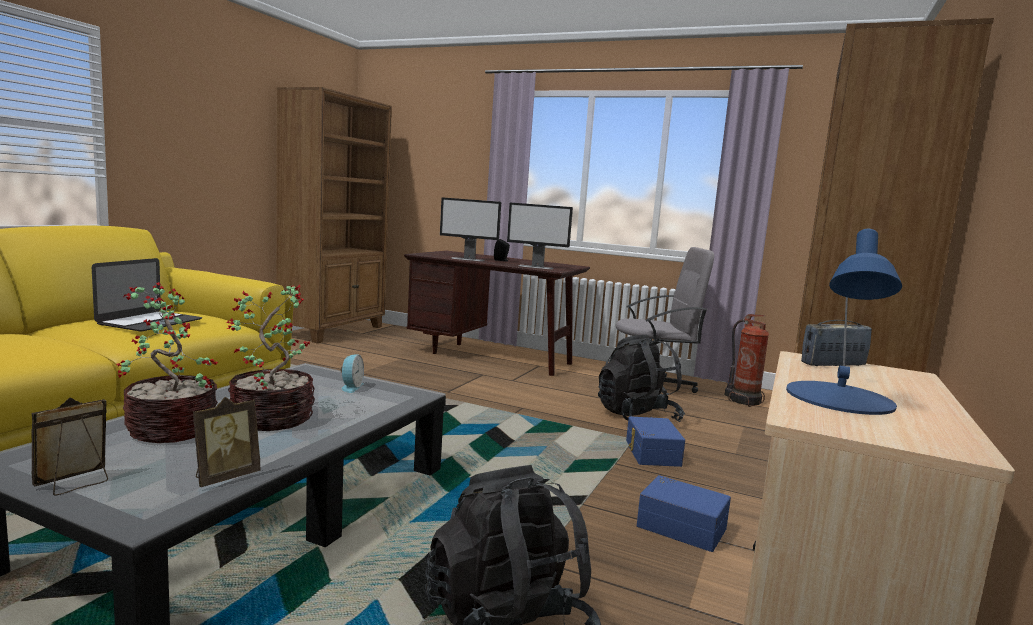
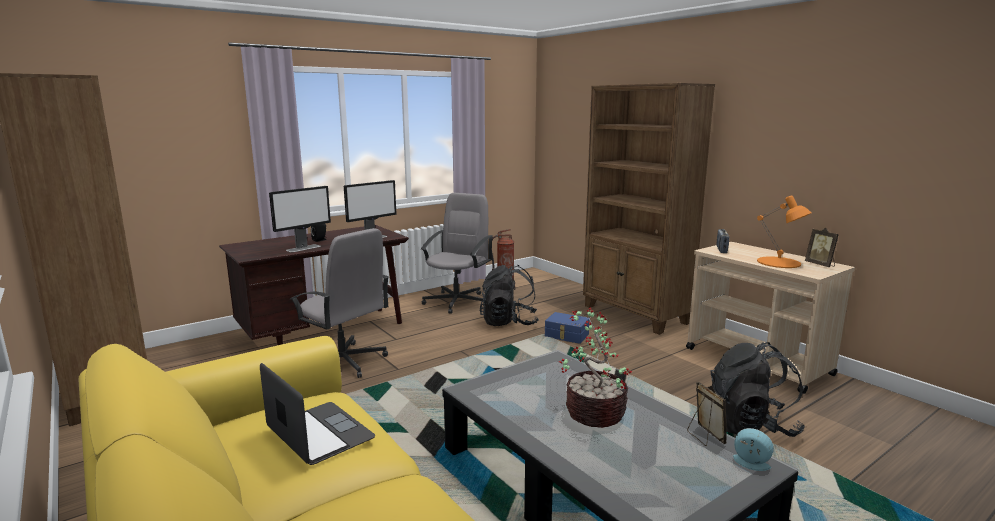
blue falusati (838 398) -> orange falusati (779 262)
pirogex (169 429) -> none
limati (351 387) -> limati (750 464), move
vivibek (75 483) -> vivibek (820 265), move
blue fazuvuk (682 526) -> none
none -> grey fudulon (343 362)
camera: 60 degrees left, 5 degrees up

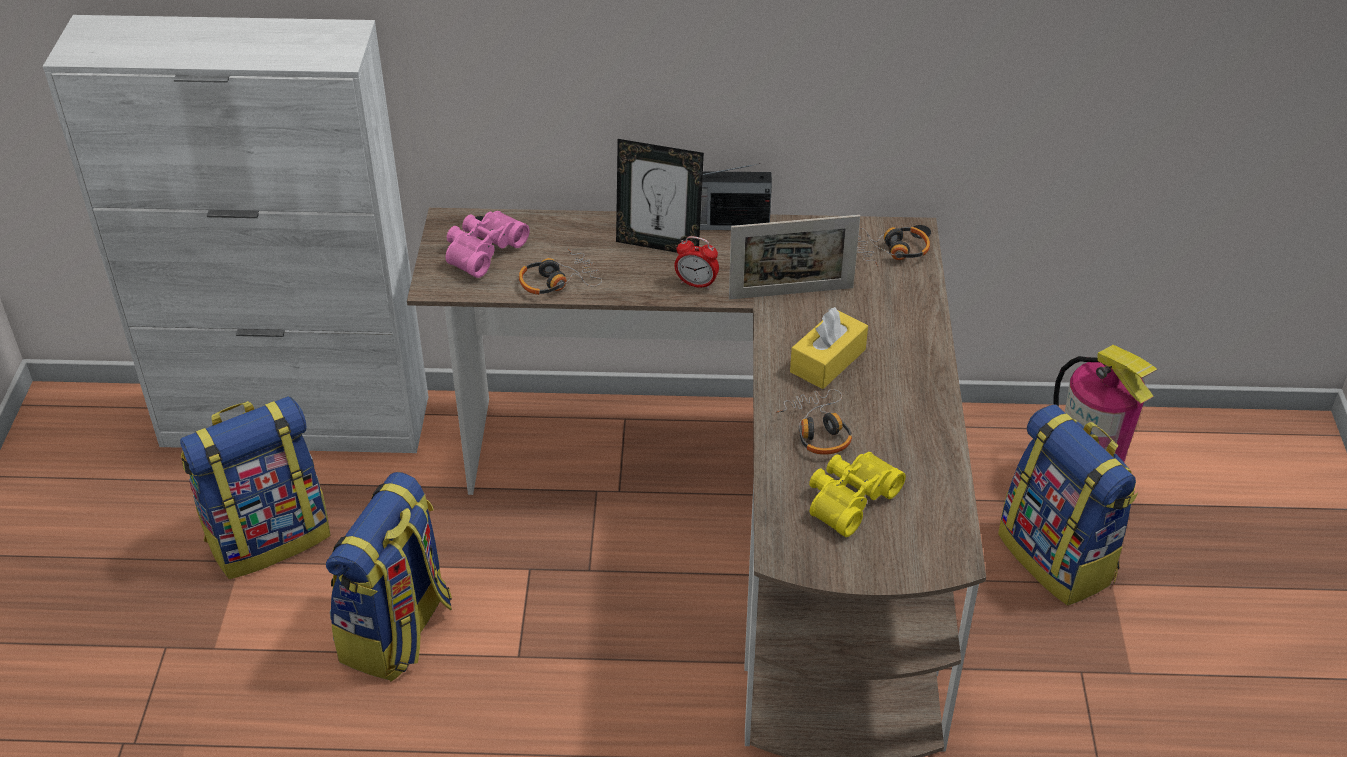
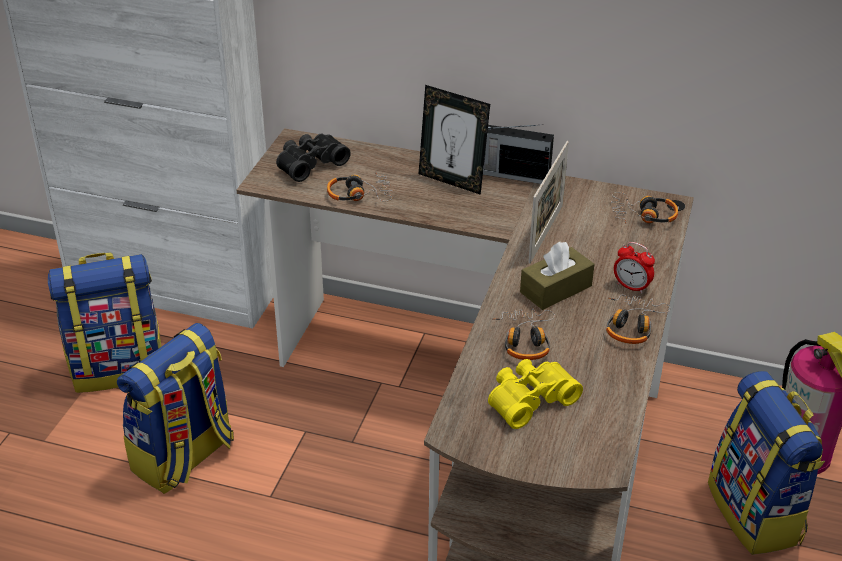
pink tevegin (482 250) -> black tevegin (310 163)
vivibek (791 293) -> vivibek (546 233), 75 degrees counterclockwise
limati (696 284) -> limati (631 287), move
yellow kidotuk (828 361) -> brown kidotuk (556 289)
none -> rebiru (632 325)
camera: 15 degrees right, 5 degrees down

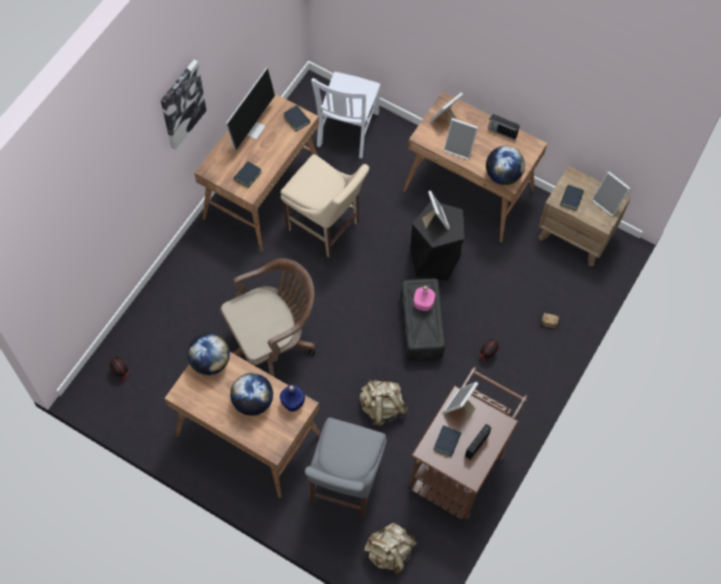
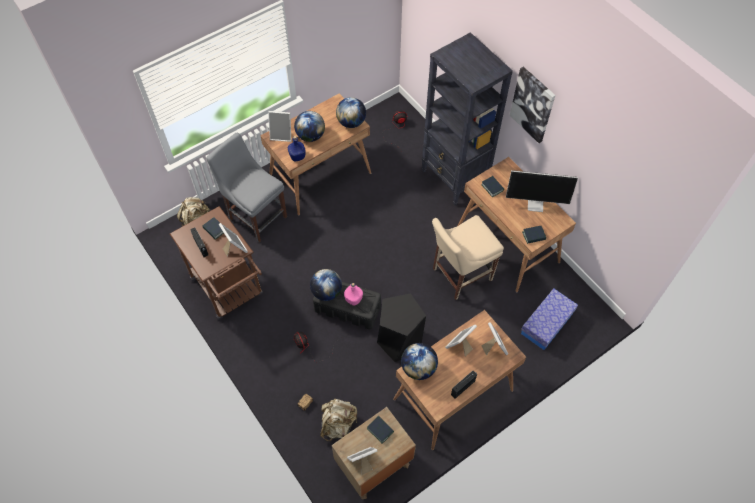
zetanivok (252 128) -> zetanivok (536 204), 45 degrees counterclockwise
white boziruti (347 131) -> fazuvuk (546 323)
vivibek (435 220) -> vivibek (282 135), move
brown fudulon (271 342) -> none
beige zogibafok (382 407) -> beige zogibafok (338 424), move
none -> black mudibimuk (454 178)
none -> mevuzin (327 292)
camera: 115 degrees right, 5 degrees down

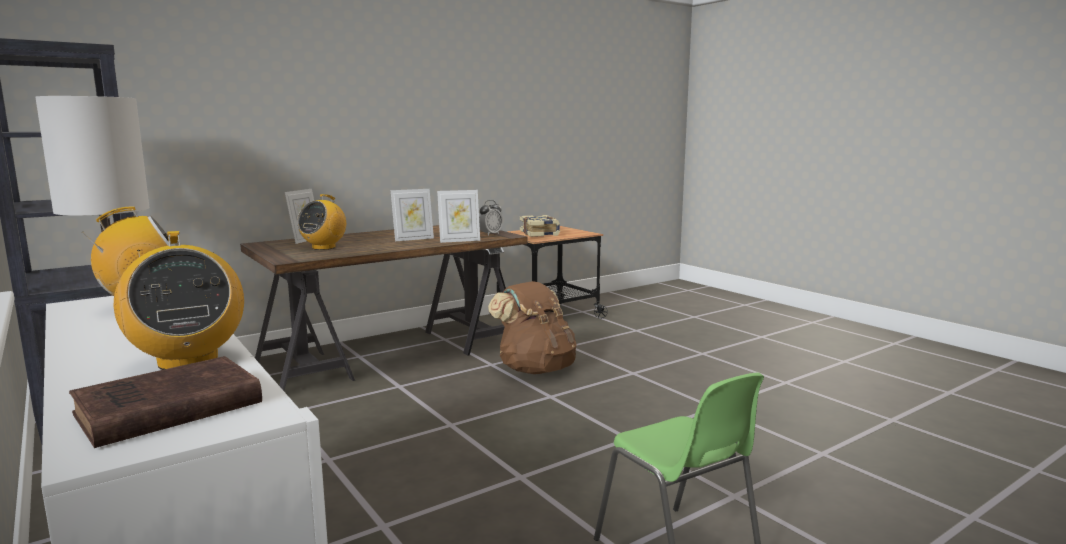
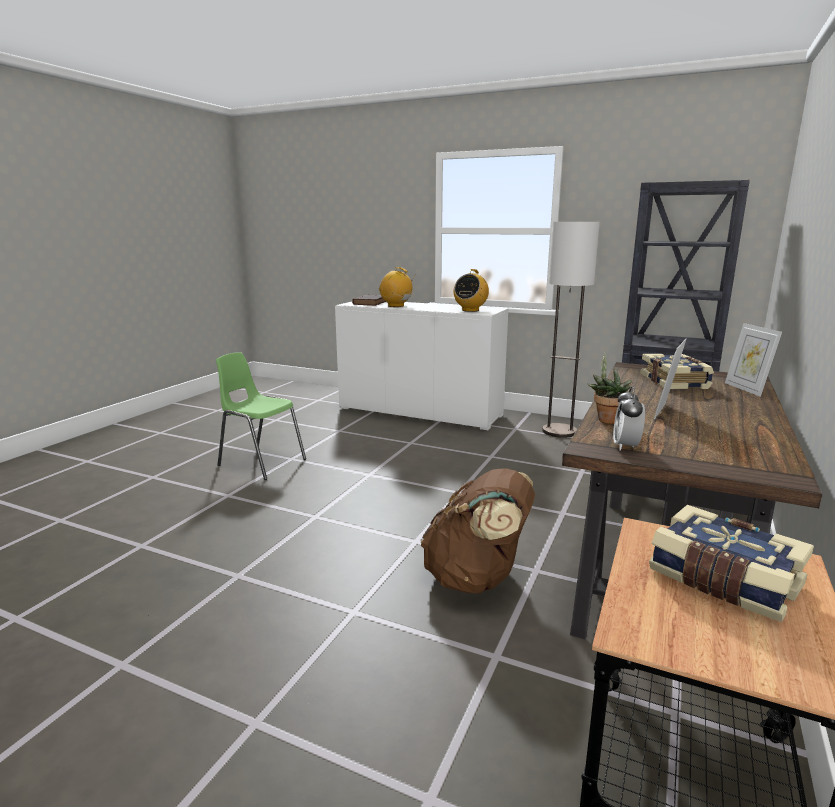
vivibek (459 241) -> pirogex (606 419)
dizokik (324 247) -> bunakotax (675 382)
camera: 150 degrees right, 5 degrees up

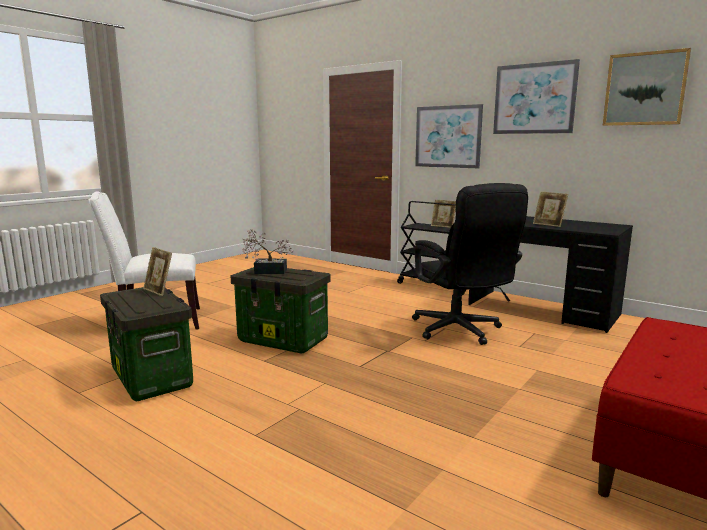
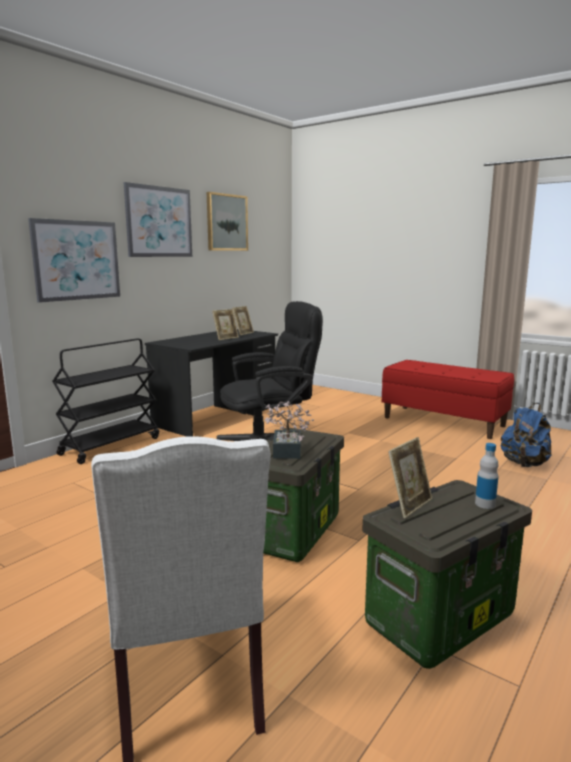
vivibek (443 226) -> vivibek (243 333), move
none -> blue zogibafok (524 464)
none -> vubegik (485 504)
camera: 90 degrees left, 0 degrees up

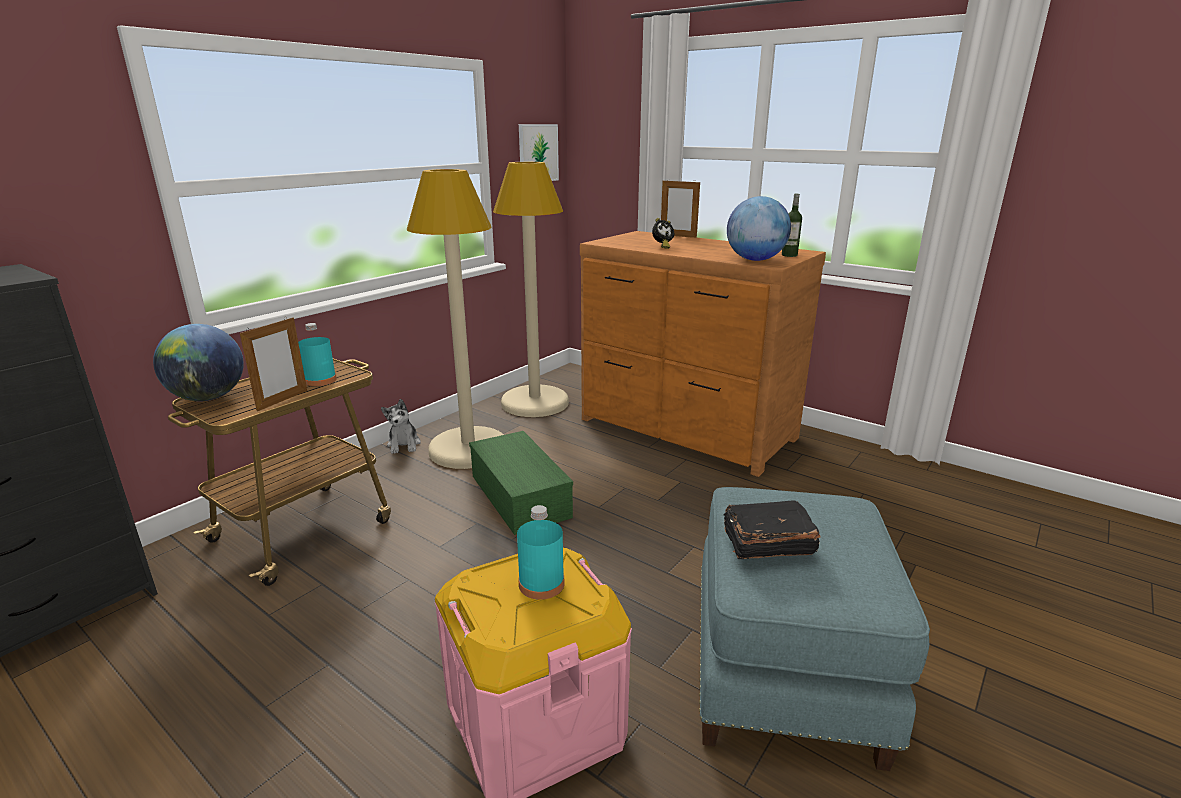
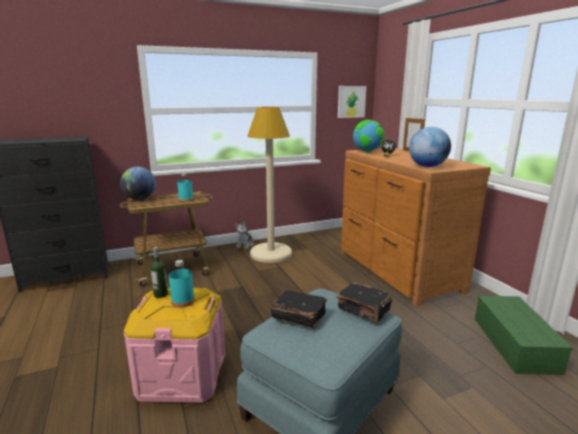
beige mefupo (535 403) -> none
vubegik (789 255) -> vubegik (160 294), move
vivibek (282 400) -> none
green fazuvuk (522 496) -> green fazuvuk (516 345), move
none -> mevuzin (367 151)
none -> black bunakotax (364 310)
camera: 30 degrees right, 5 degrees down

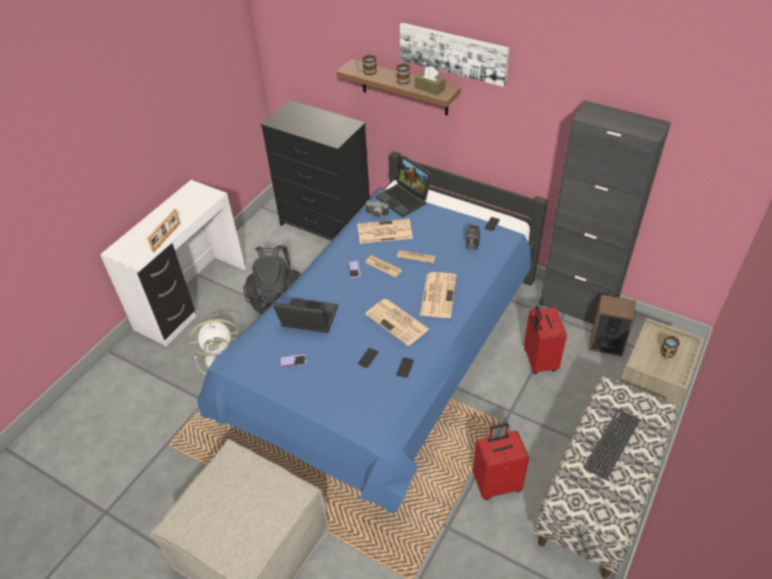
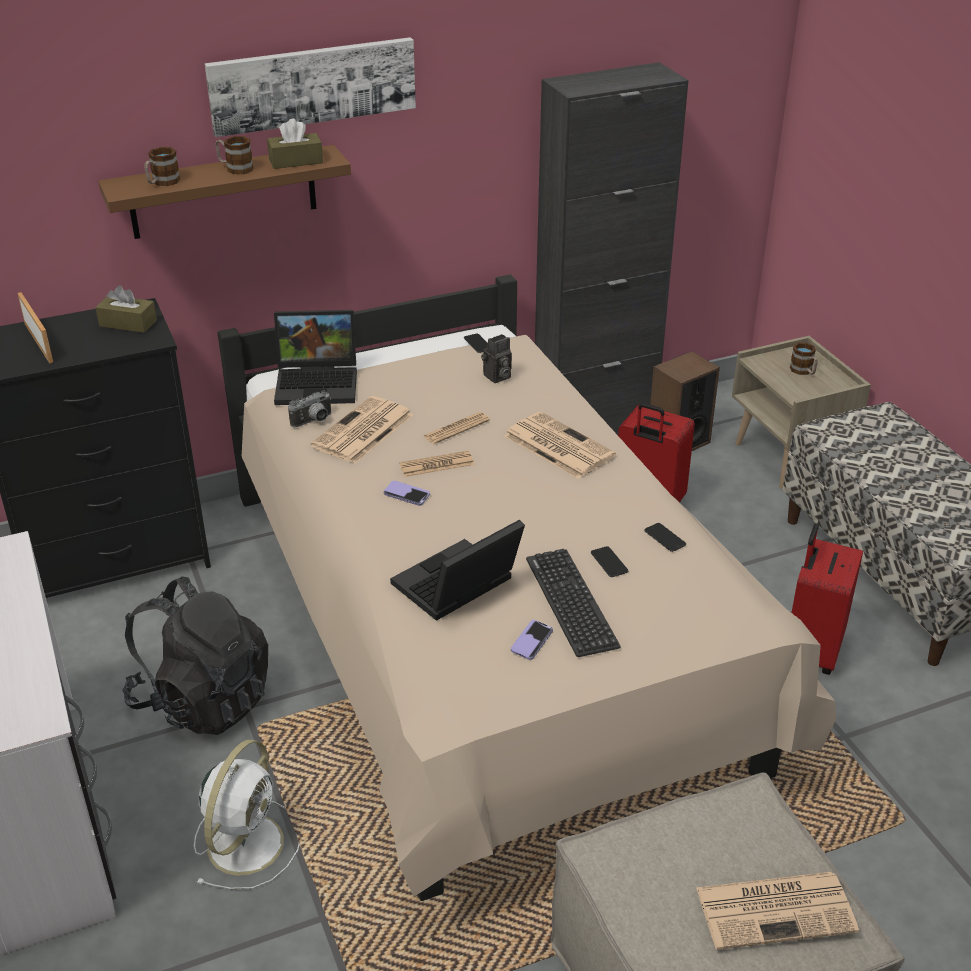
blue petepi (388 356) -> beige petepi (483 636)
vivibek (167 237) -> vivibek (40 342), move
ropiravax (398 322) -> ropiravax (777 909), move
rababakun (612 443) -> rababakun (571 602), move
none -> brown kidotuk (128 323)
camera: 55 degrees left, 10 degrees down

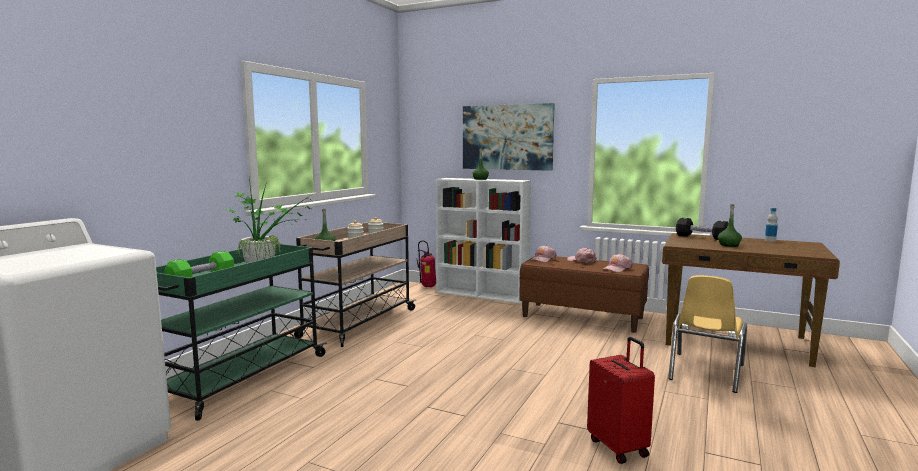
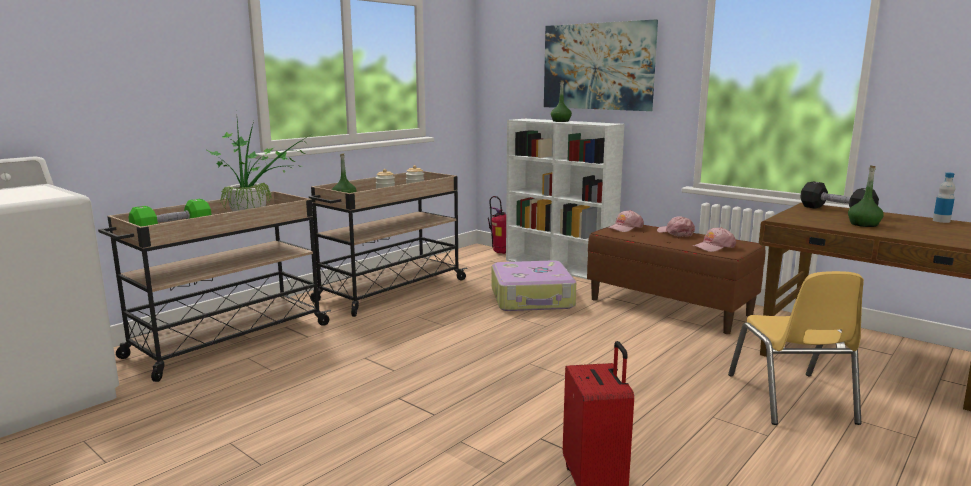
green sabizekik (241 378) -> beige sabizekik (227 341)
yellow boziruti (705 372) -> yellow boziruti (790 398), 45 degrees counterclockwise
none -> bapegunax (532 298)
camera: 15 degrees right, 5 degrees up

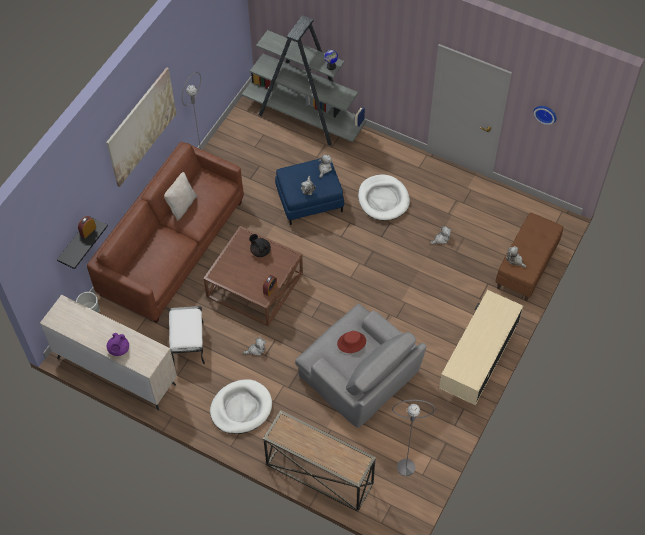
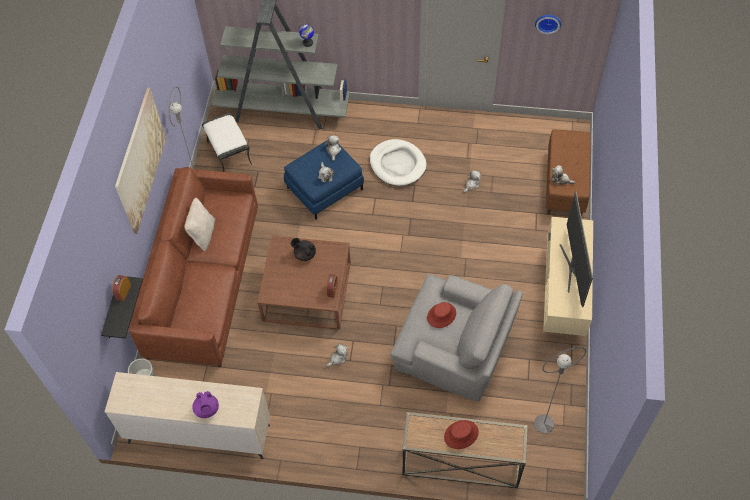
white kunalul (188 343) -> white kunalul (228 152), move
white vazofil (241 408) -> none
none -> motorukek (573 267)
none -> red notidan (461 435)
camera: 20 degrees left, 0 degrees up

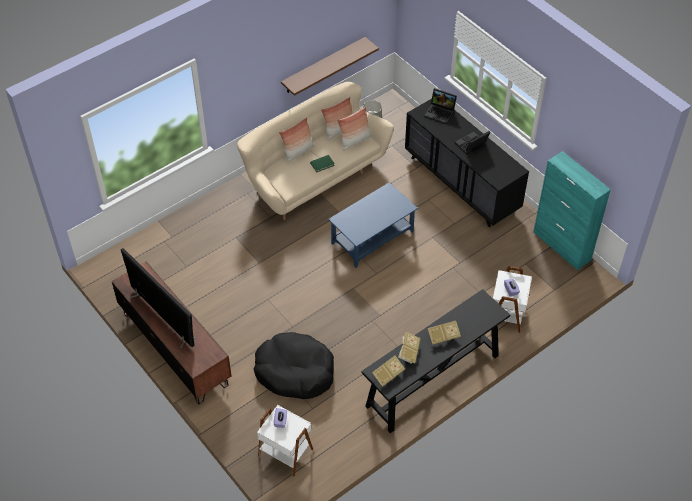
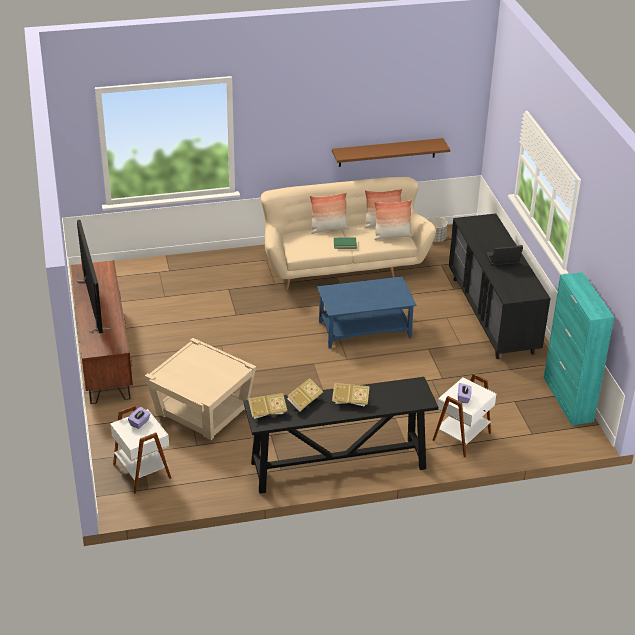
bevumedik (440 113) -> none
black vazofil (295 371) -> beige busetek (202 410)
camera: 25 degrees right, 15 degrees down

